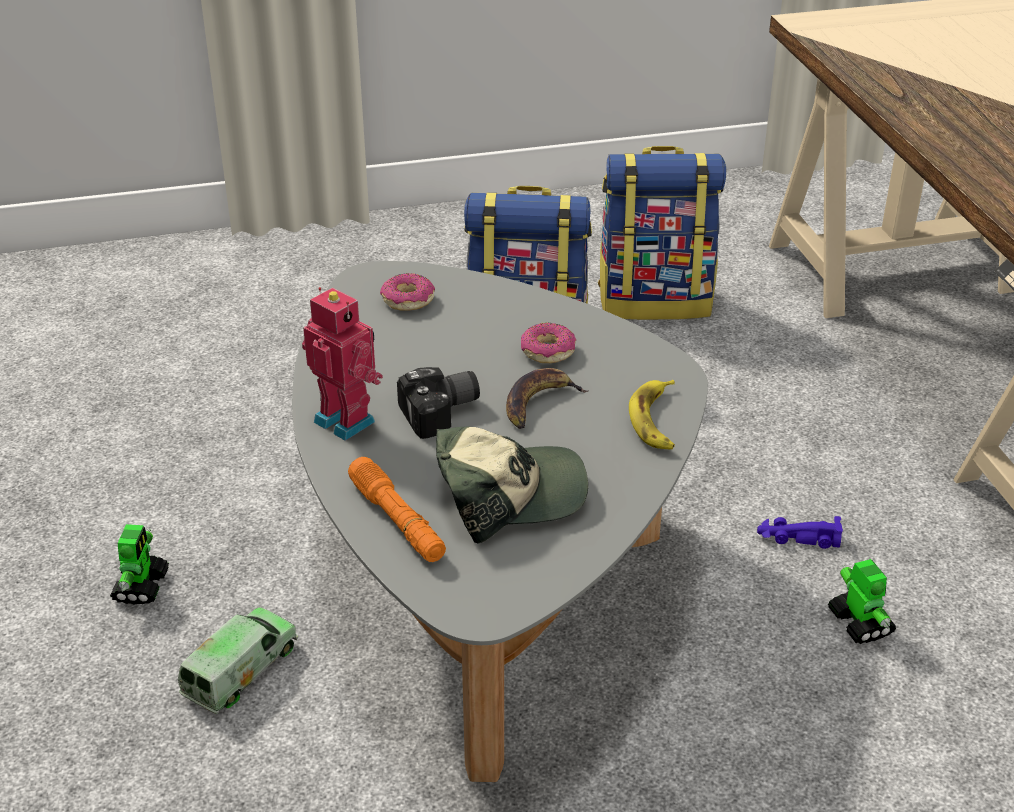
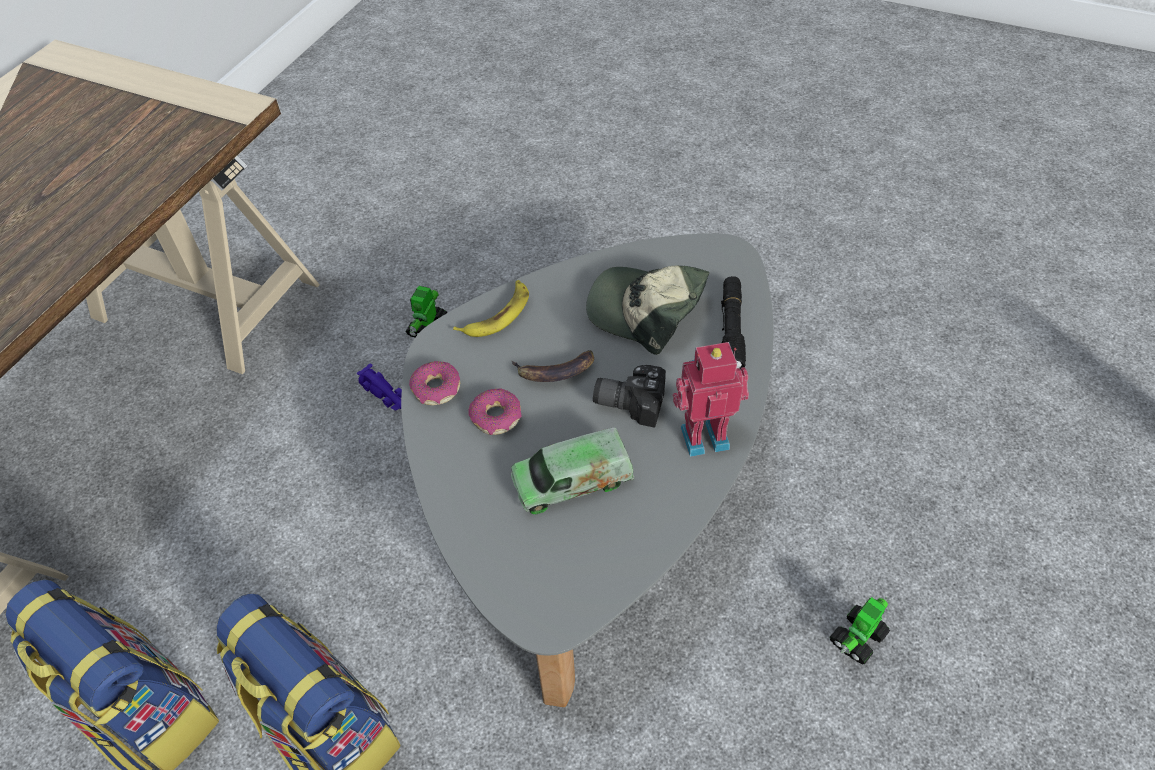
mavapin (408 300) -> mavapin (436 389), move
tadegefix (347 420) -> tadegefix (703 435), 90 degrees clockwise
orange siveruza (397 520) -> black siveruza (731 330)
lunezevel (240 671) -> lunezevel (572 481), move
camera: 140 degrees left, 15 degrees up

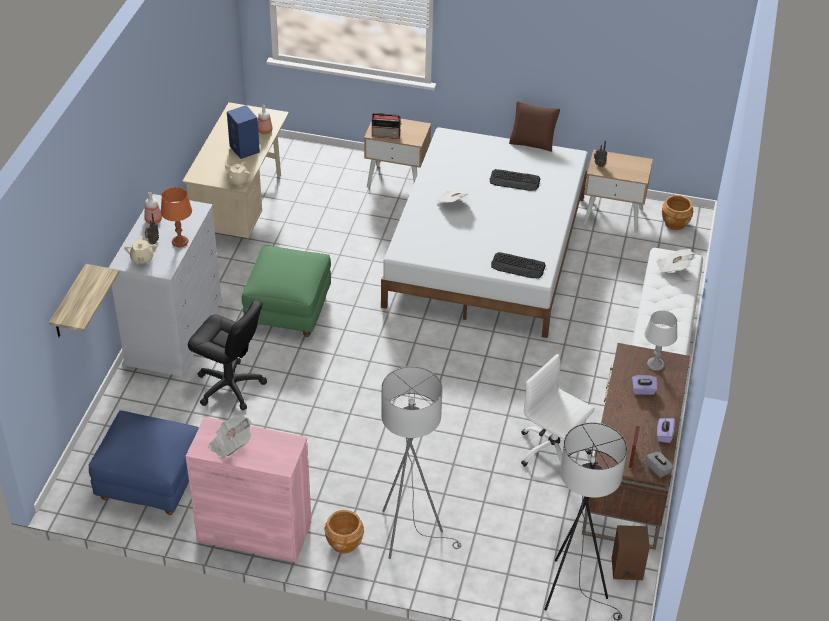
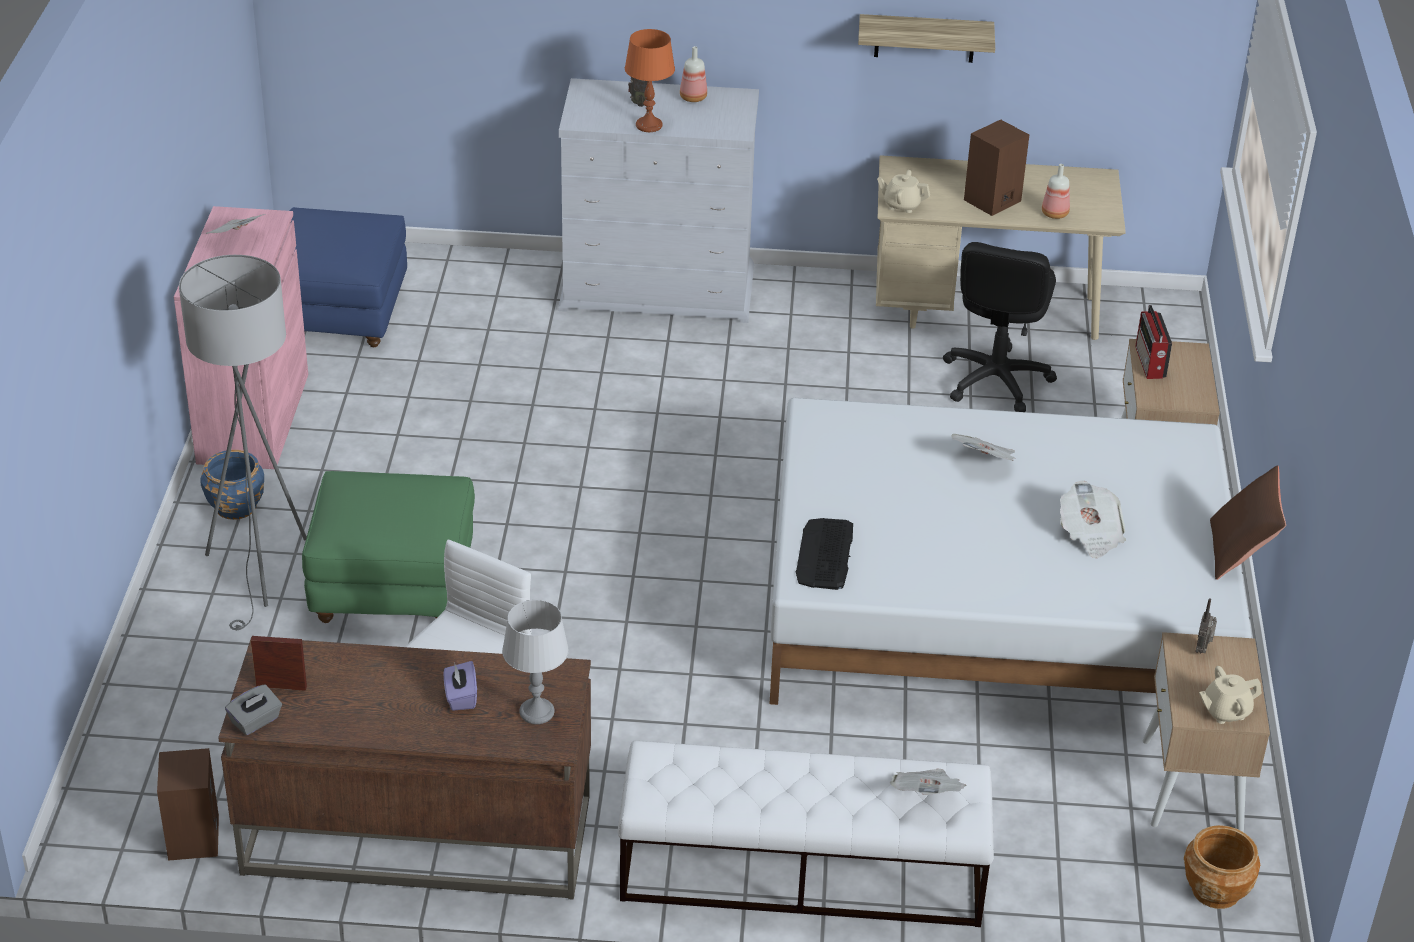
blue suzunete (245 149) -> brown suzunete (992 201)
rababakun (515 181) -> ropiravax (1090 535)
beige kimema (142 259) -> beige kimema (1225 711), move
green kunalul (288 310) -> green kunalul (394 588), move
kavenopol (69 303) -> kavenopol (925 38), move
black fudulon (230 387) -> black fudulon (995 380), move
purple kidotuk (664 435) -> none
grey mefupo (575 590) -> none
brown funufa (344 543) -> blue funufa (235 506)
camera: 80 degrees right, 5 degrees down

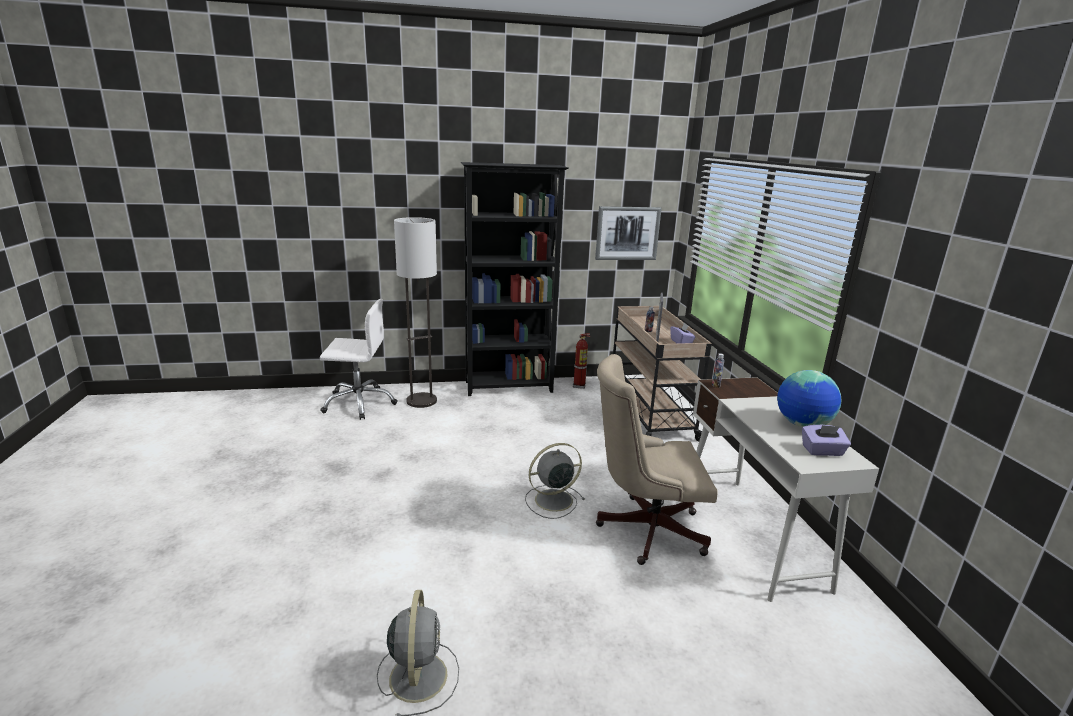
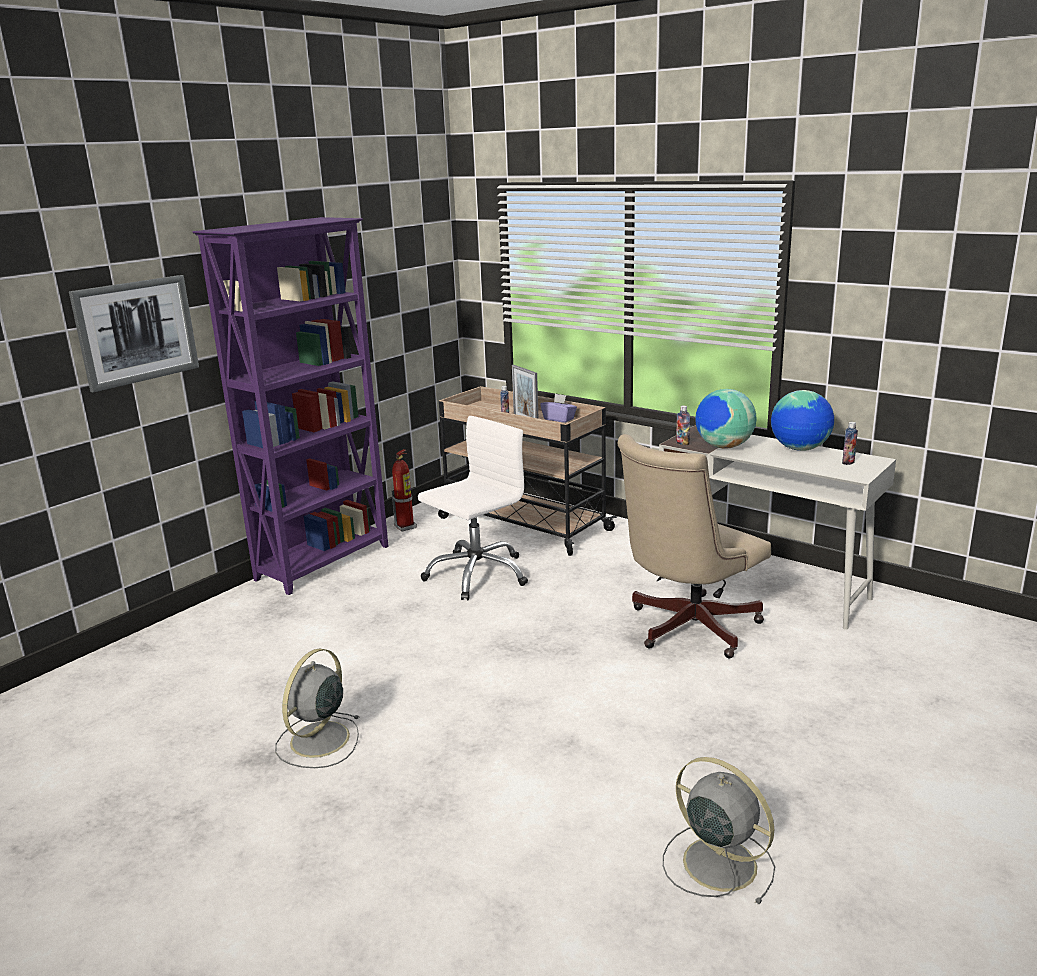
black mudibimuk (509 387) -> purple mudibimuk (325 563)
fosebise (627 233) -> fosebise (136 331), move
mefupo (421 401) -> none
white fudulon (359 403) -> white fudulon (477 574), move
purple kidotuk (822 451) -> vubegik (848 462)
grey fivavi (552 500) -> grey fivavi (318 741), move
none -> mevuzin (723 447)
camera: 40 degrees left, 0 degrees up

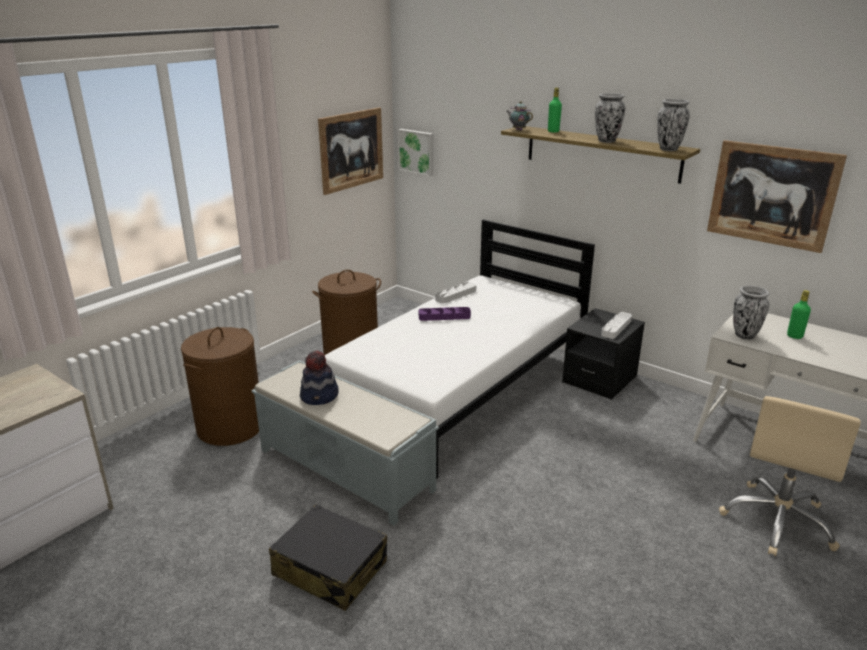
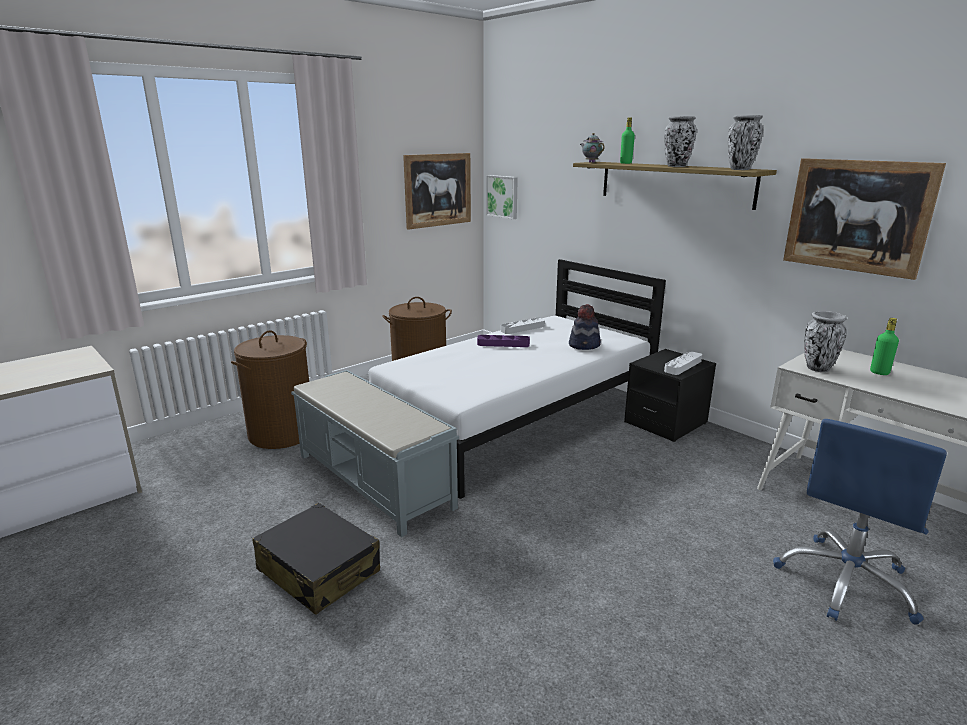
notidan (320 396) -> notidan (584 345), move
beige fudulon (778 521) -> blue fudulon (846 582)
camera: 10 degrees right, 5 degrees down

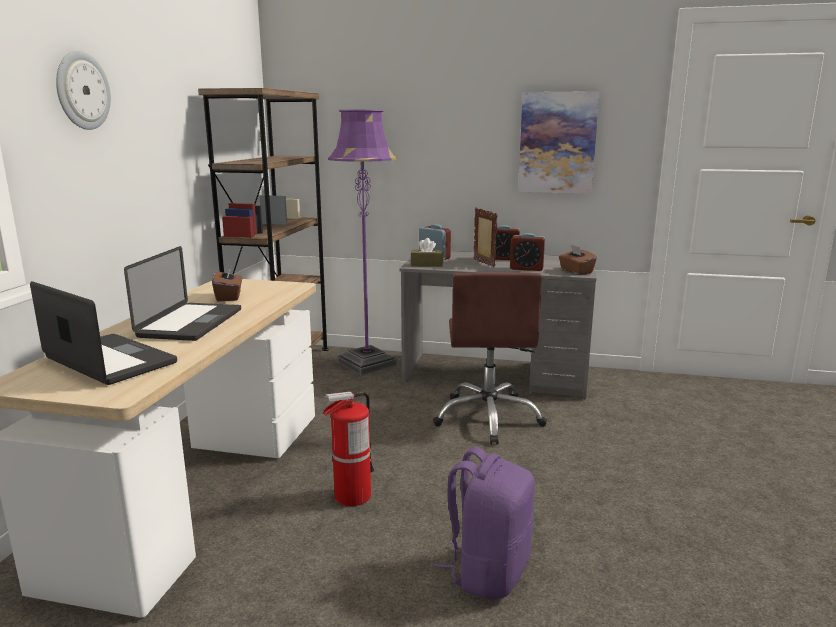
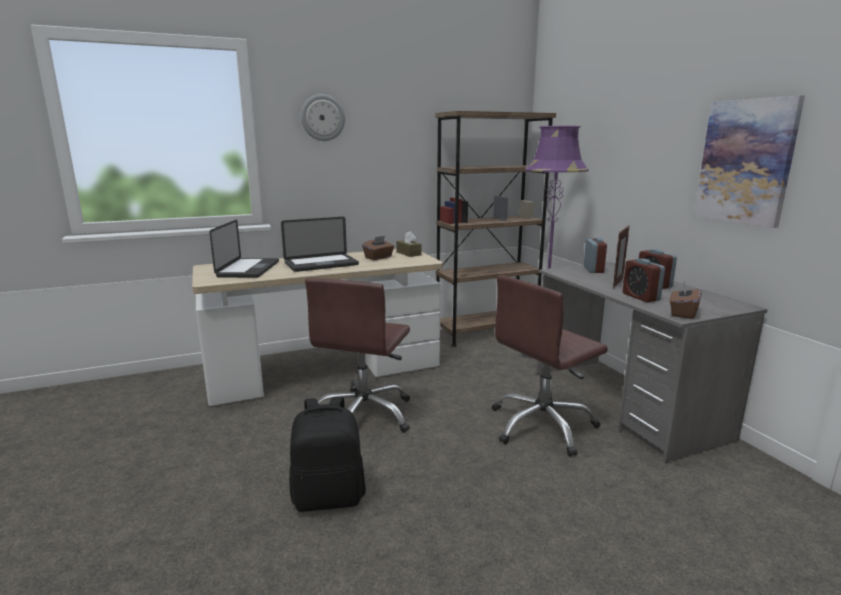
brown kidotuk (427 264) -> brown kidotuk (408 253), move
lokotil (352 496) -> brown fudulon (364 415)
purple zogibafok (488 571) -> black zogibafok (329 497)
camera: 55 degrees right, 0 degrees up

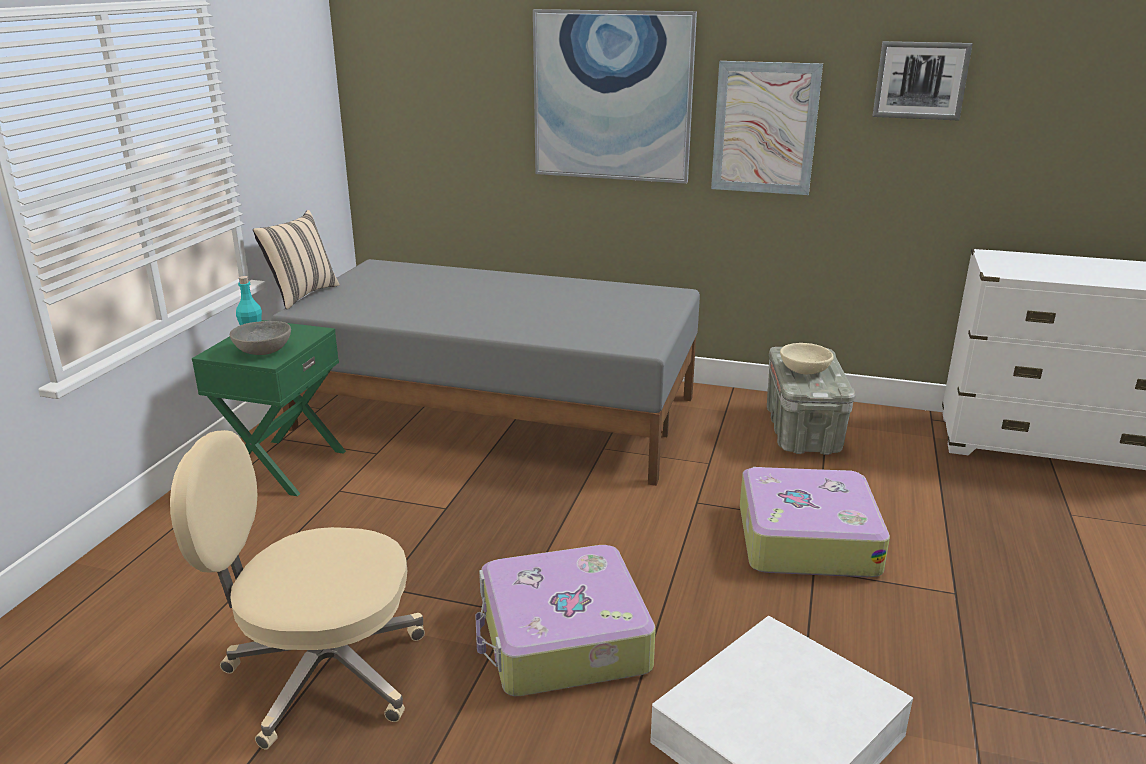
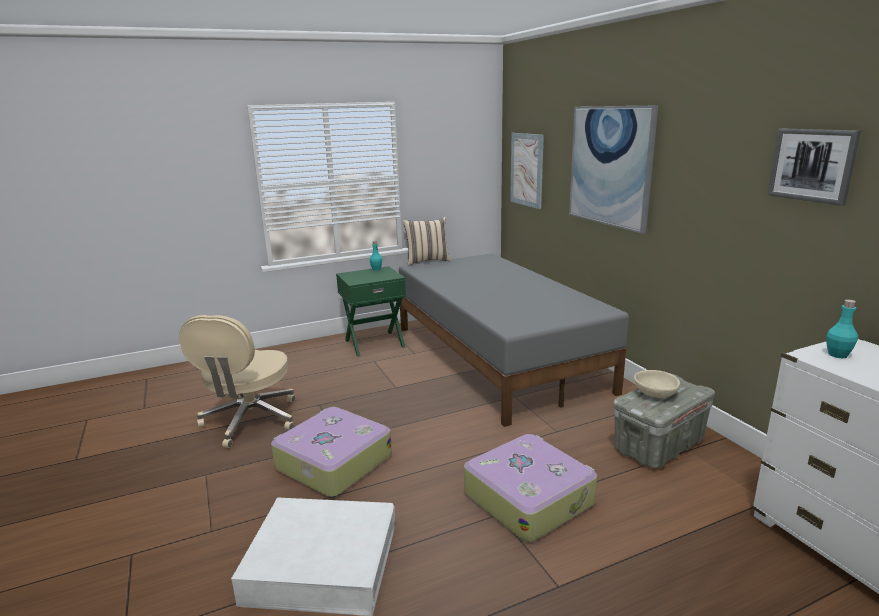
fosebise (765 128) -> fosebise (526 170), move
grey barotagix (264 351) -> none
beige fudulon (322 673) -> beige fudulon (250 421), 135 degrees counterclockwise
none -> turquoise vubegik (837 355)
camera: 50 degrees right, 5 degrees down

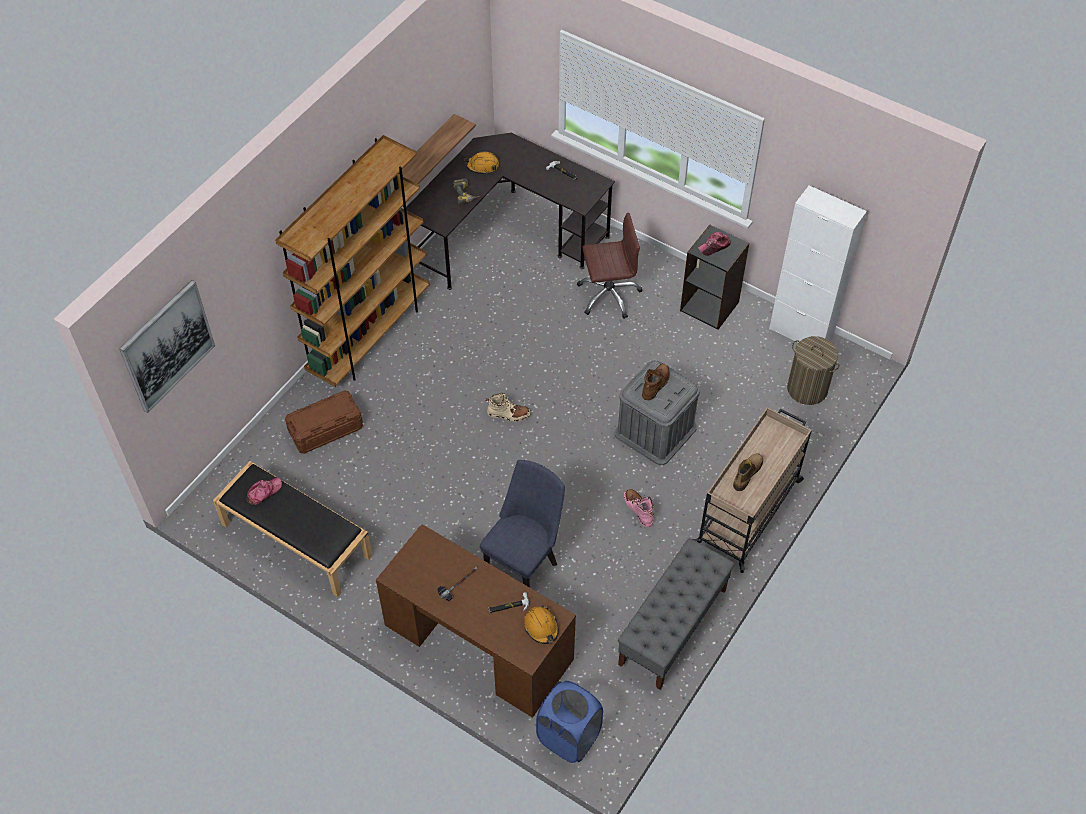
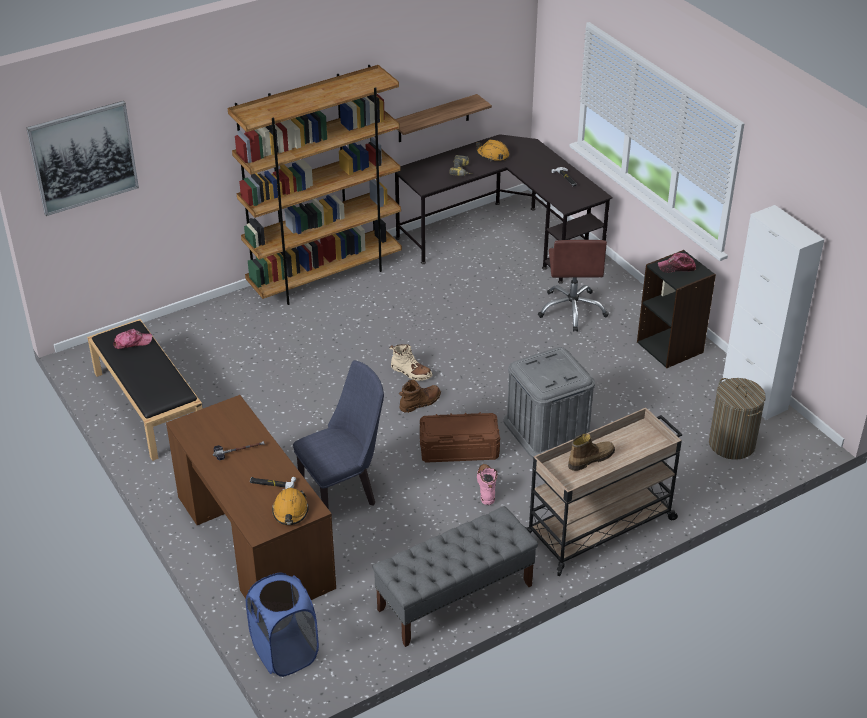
brown fudulon (608 295) -> brown fudulon (572 310), 75 degrees clockwise
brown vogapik (655 384) -> brown vogapik (420 402), move
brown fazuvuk (326 430) -> brown fazuvuk (459 449), move
camera: 25 degrees right, 15 degrees down

